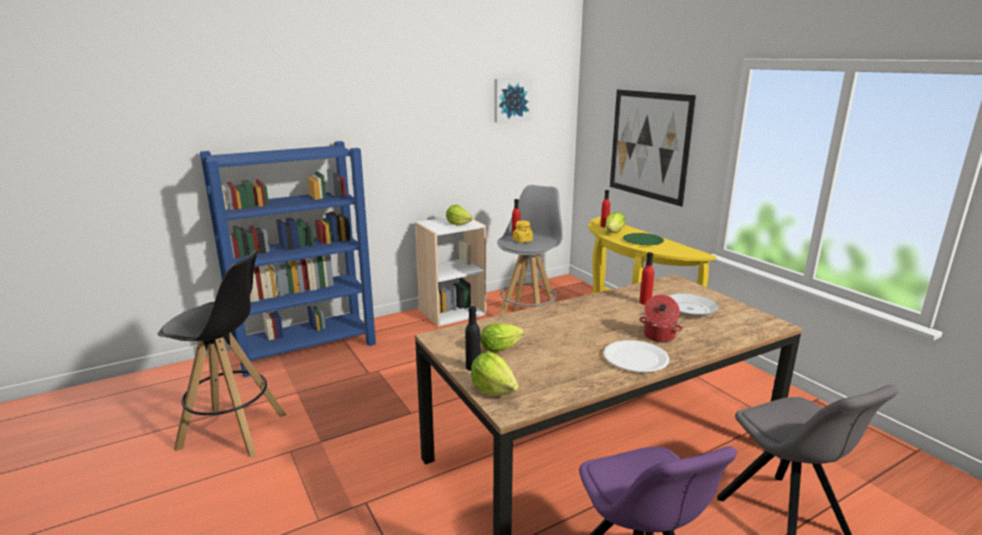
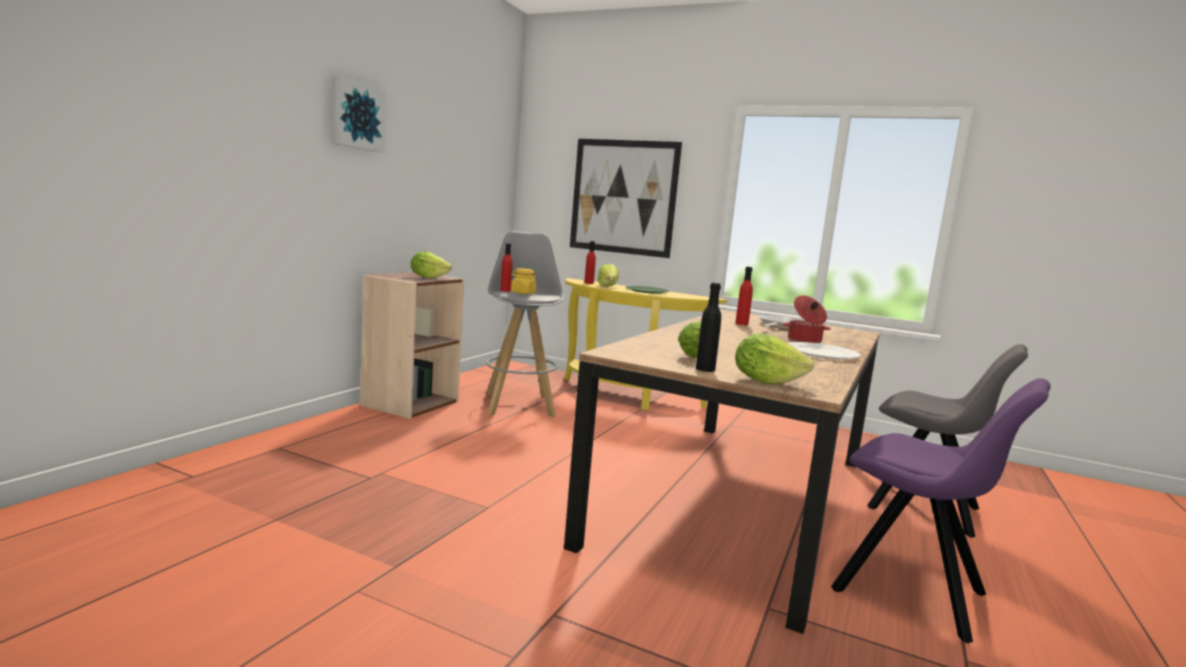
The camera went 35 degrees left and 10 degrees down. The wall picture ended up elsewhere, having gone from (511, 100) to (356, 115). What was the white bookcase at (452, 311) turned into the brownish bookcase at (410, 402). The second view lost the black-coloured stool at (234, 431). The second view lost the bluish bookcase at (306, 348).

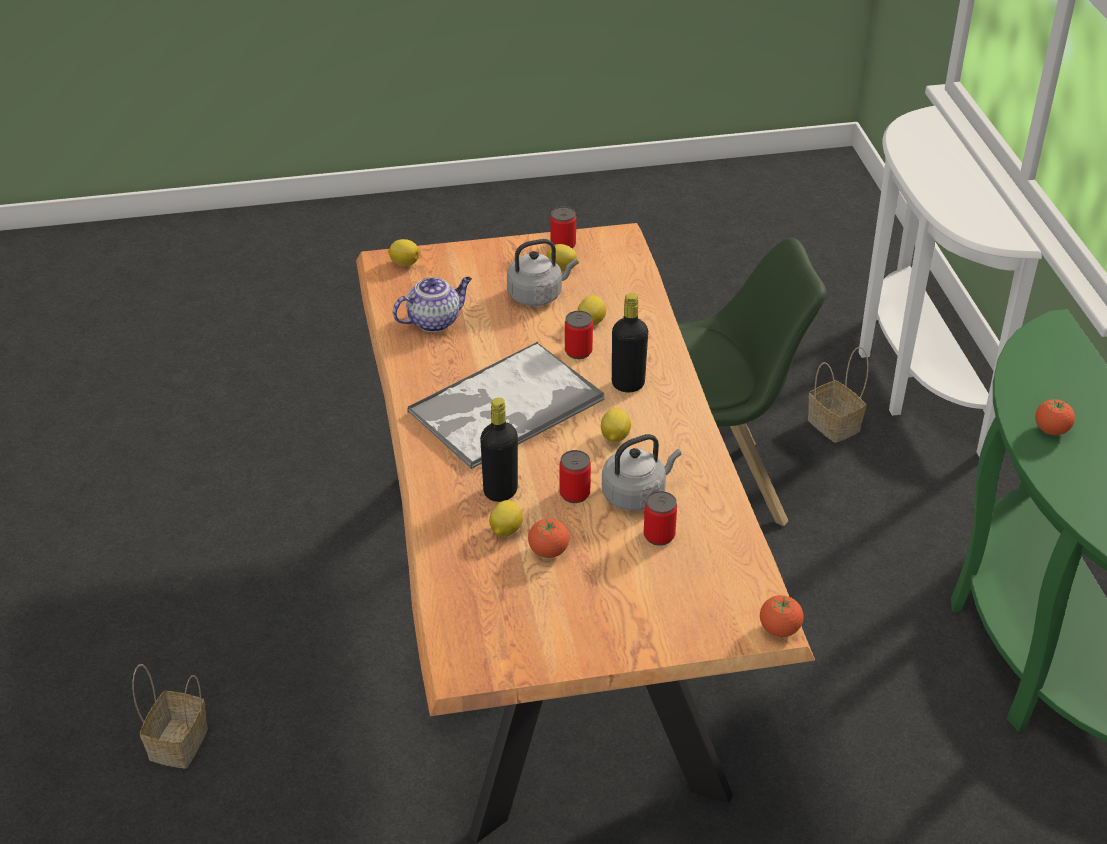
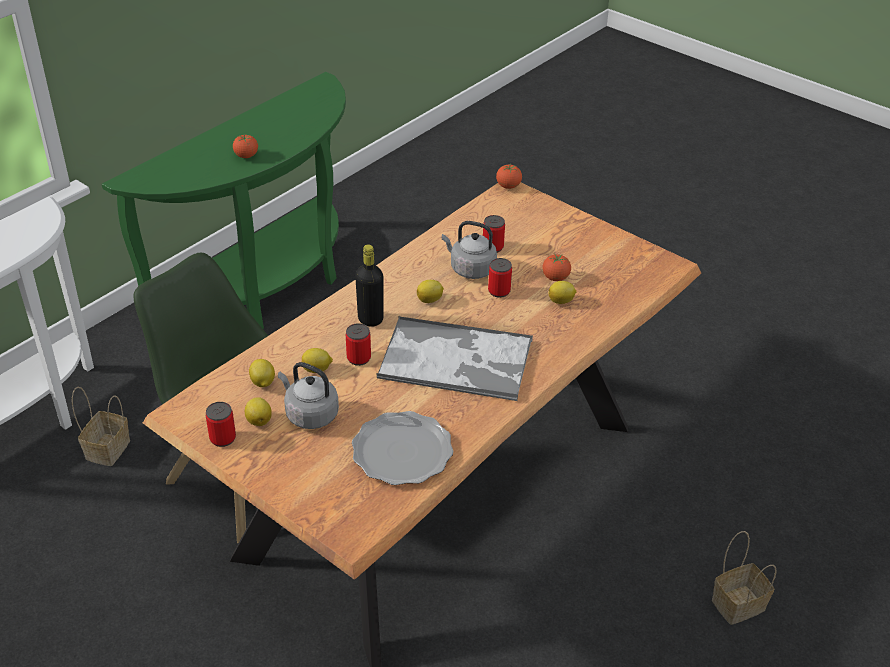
The camera went 130 degrees left and 0 degrees up. The lemon ended up elsewhere, having gone from (404, 263) to (262, 383). Where the pot for tea stood at (434, 321), the plate came to stand at (401, 452). The second view lost the black-coloured drink bottle at (500, 491).

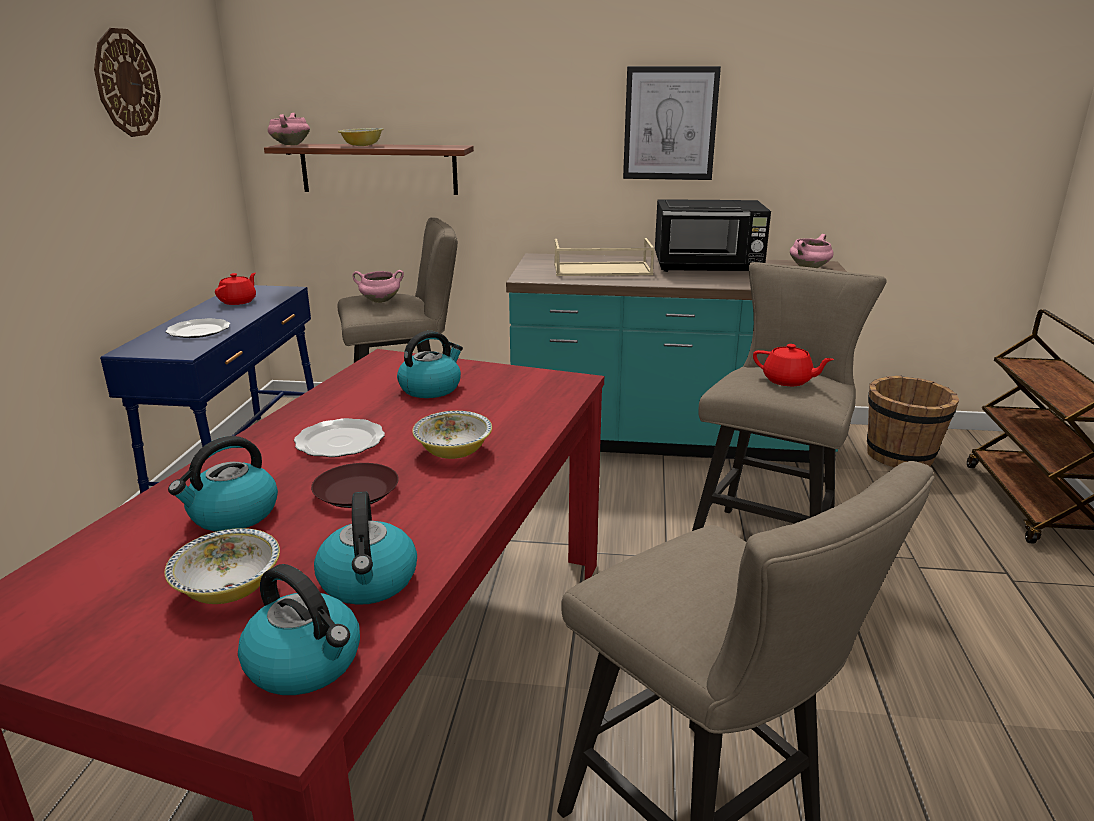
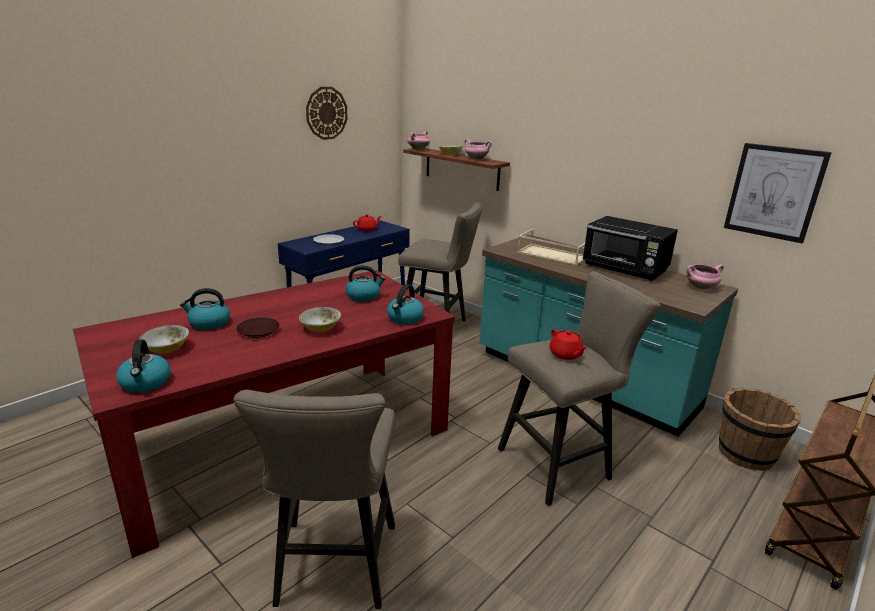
The camera went 35 degrees right and 0 degrees up. The water kettle ended up elsewhere, having gone from (369, 582) to (405, 318). The pink-coloured cooking pot ended up elsewhere, having gone from (379, 301) to (476, 159). The wall picture ended up elsewhere, having gone from (670, 124) to (774, 192). The second view lost the plate at (341, 442).

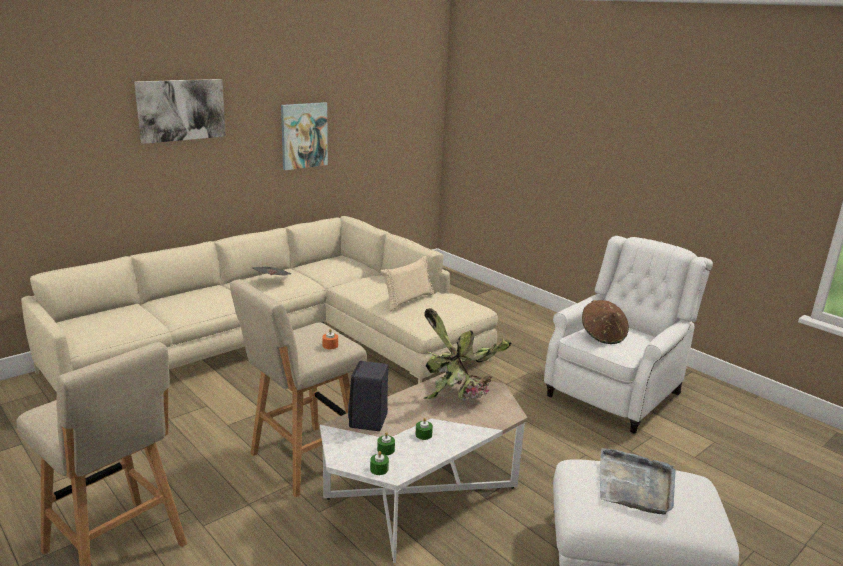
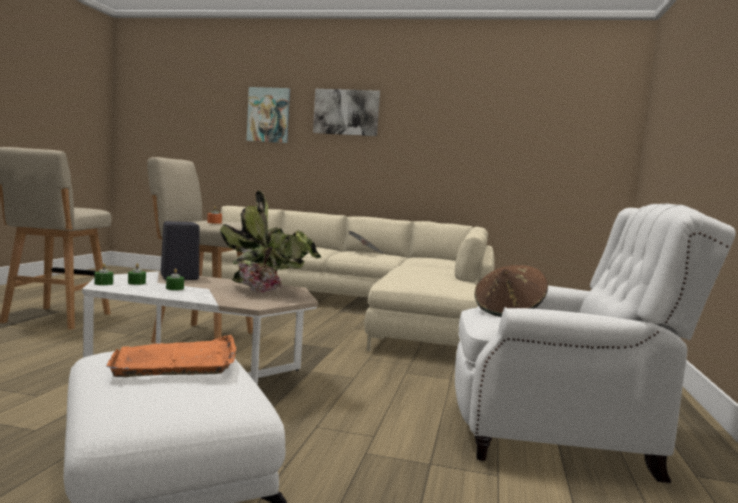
The camera went 55 degrees right and 15 degrees down. What was the gray serving tray at (635, 484) turned into the orangey serving tray at (176, 361). The wall picture ended up elsewhere, having gone from (303, 135) to (268, 115). The second view lost the sand-coloured cushion at (407, 301).

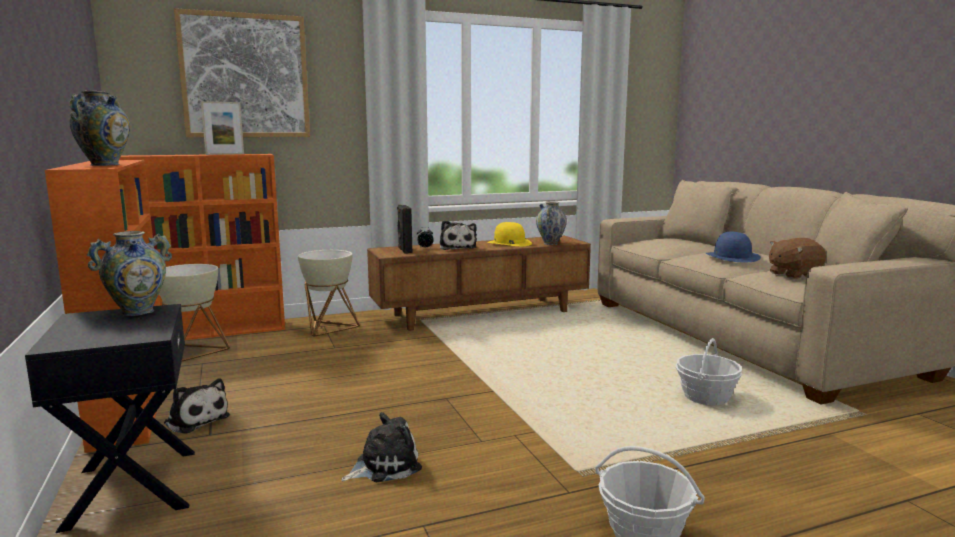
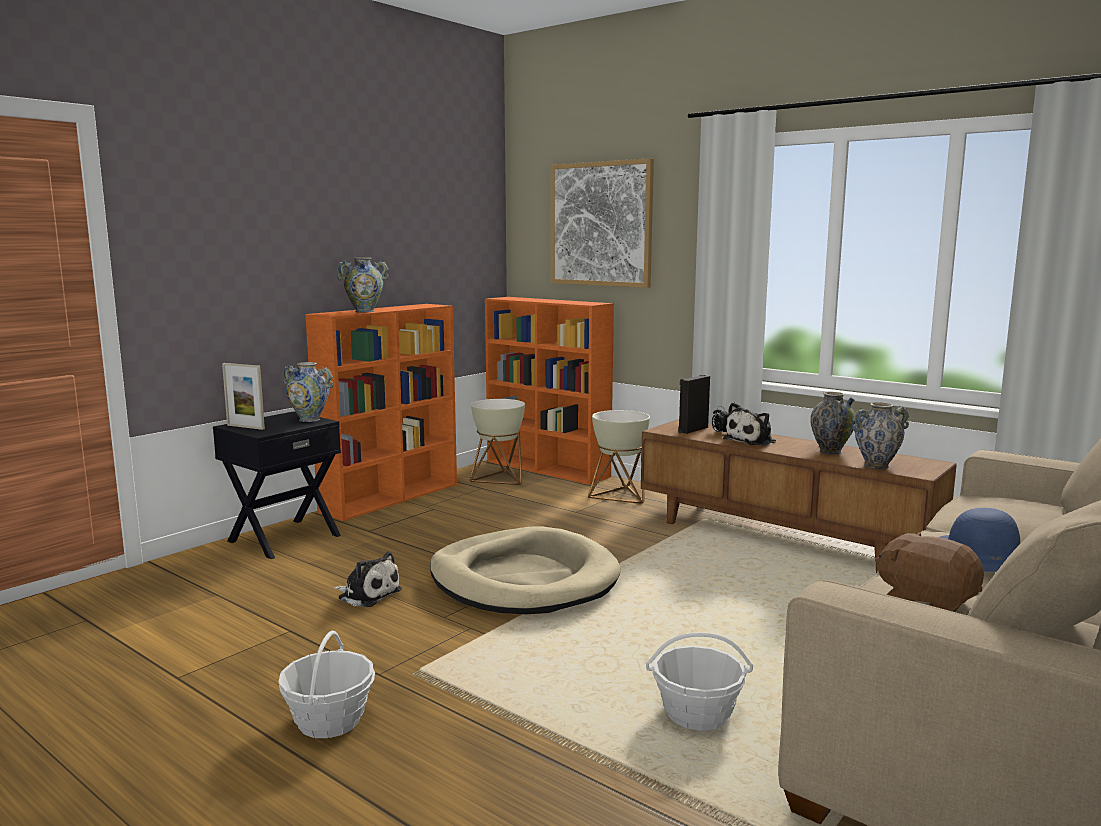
The camera went 60 degrees right and 0 degrees up. The photo frame ended up elsewhere, having gone from (225, 154) to (245, 427). The second view gained the sand-coloured dog cushion at (523, 579). Where the yellowish clothing hat stood at (509, 243), the vase came to stand at (830, 451). The second view lost the cuddly toy at (195, 419).

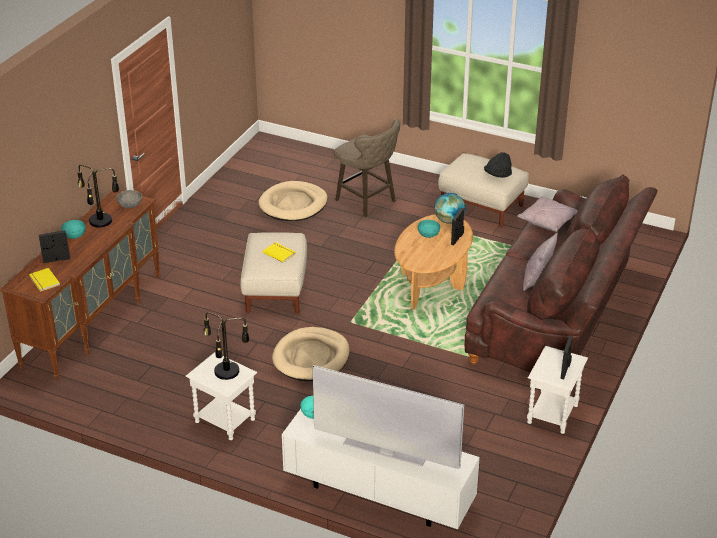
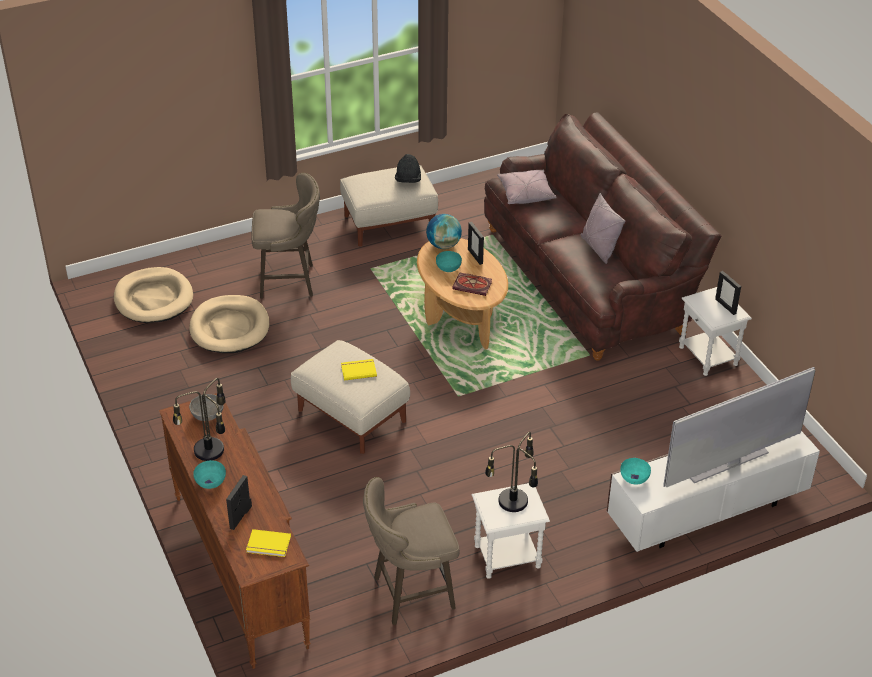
The camera went 50 degrees left and 5 degrees up. The sand-coloured dog cushion ended up elsewhere, having gone from (311, 357) to (153, 299). The second view gained the sand-coloured stool at (409, 593). The second view gained the volume at (473, 285).

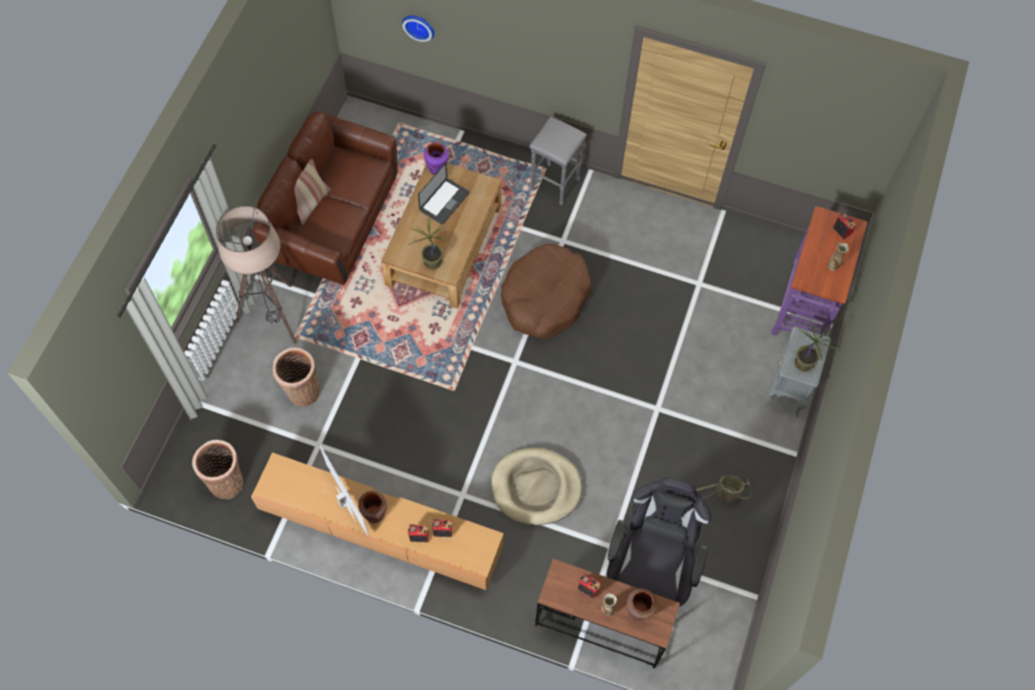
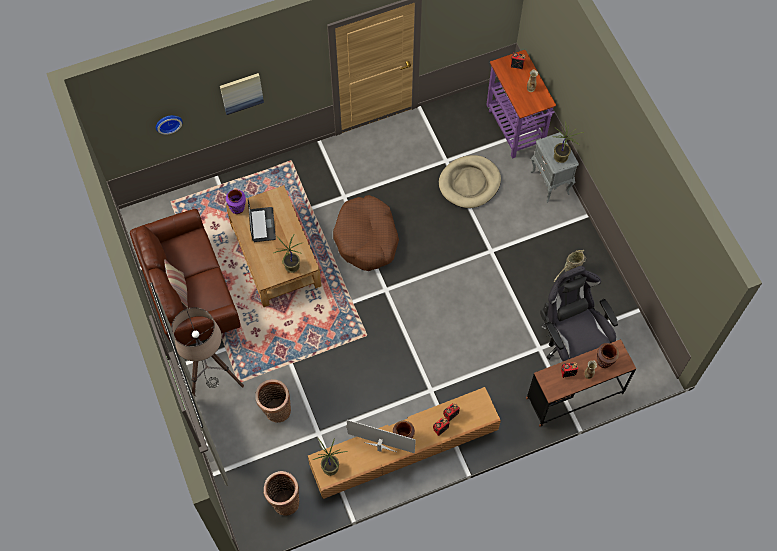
The camera went 40 degrees left and 0 degrees up. The second view gained the wall picture at (241, 93). The second view gained the plant in a pot at (330, 467). The sand-coloured dog cushion ended up elsewhere, having gone from (536, 487) to (469, 183). The second view lost the gray stool at (556, 184).

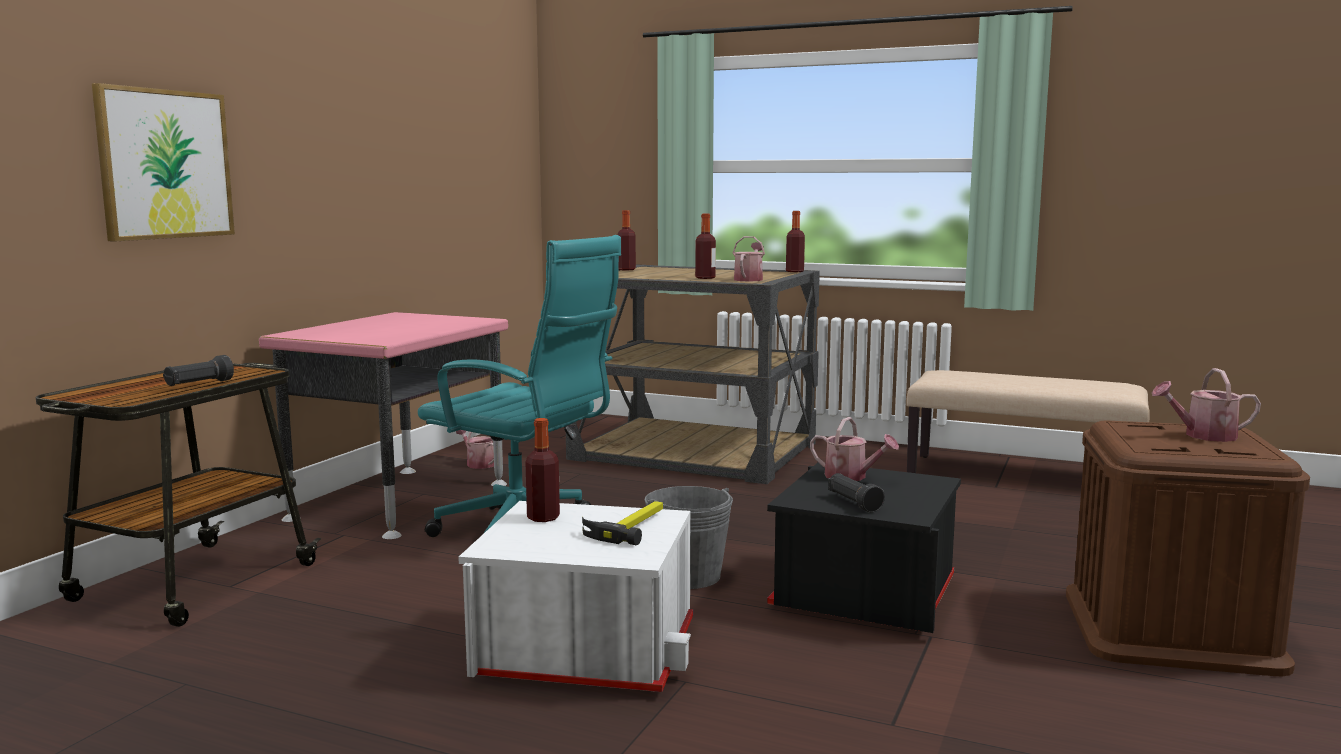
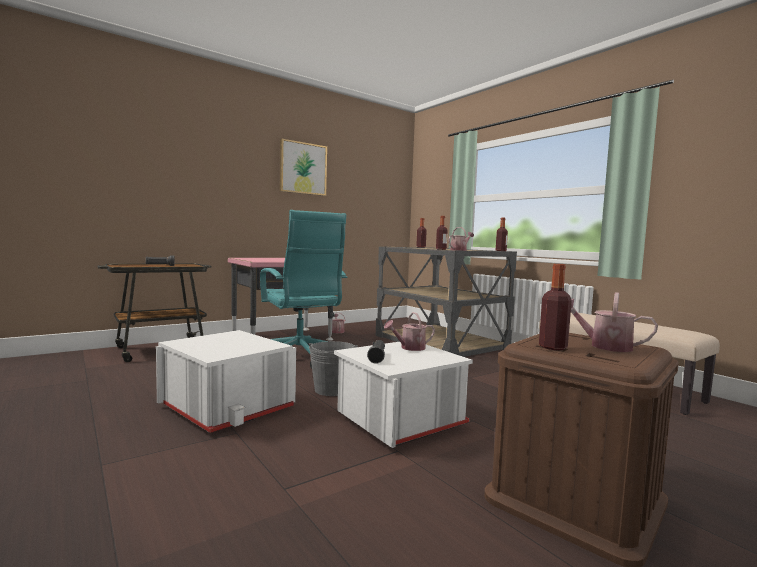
The camera went 30 degrees right and 5 degrees down. The wall picture ended up elsewhere, having gone from (165, 164) to (303, 168). What was the black-coloured storage bin at (861, 596) turned into the white storage bin at (398, 420). The watering can at (851, 477) ended up facing another way, 90 degrees clockwise from before. The drink bottle ended up elsewhere, having gone from (543, 518) to (553, 347). The second view lost the tool hammer at (629, 526).

